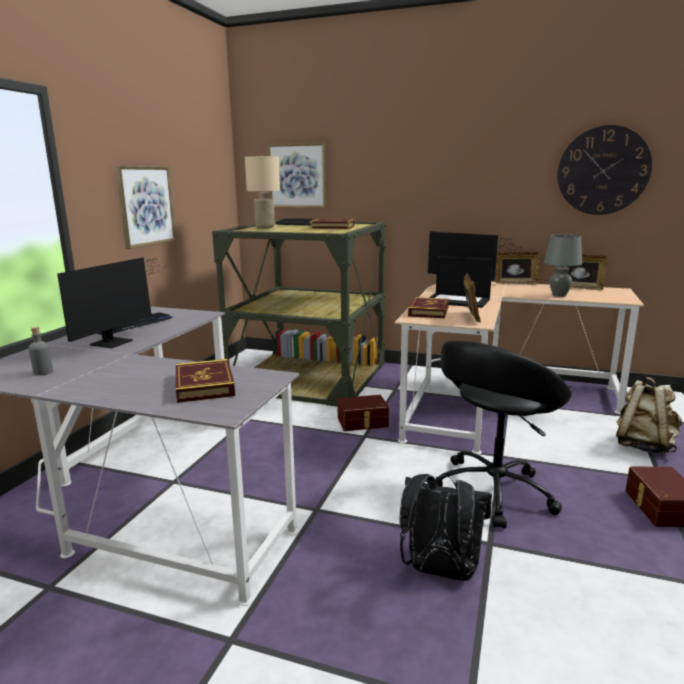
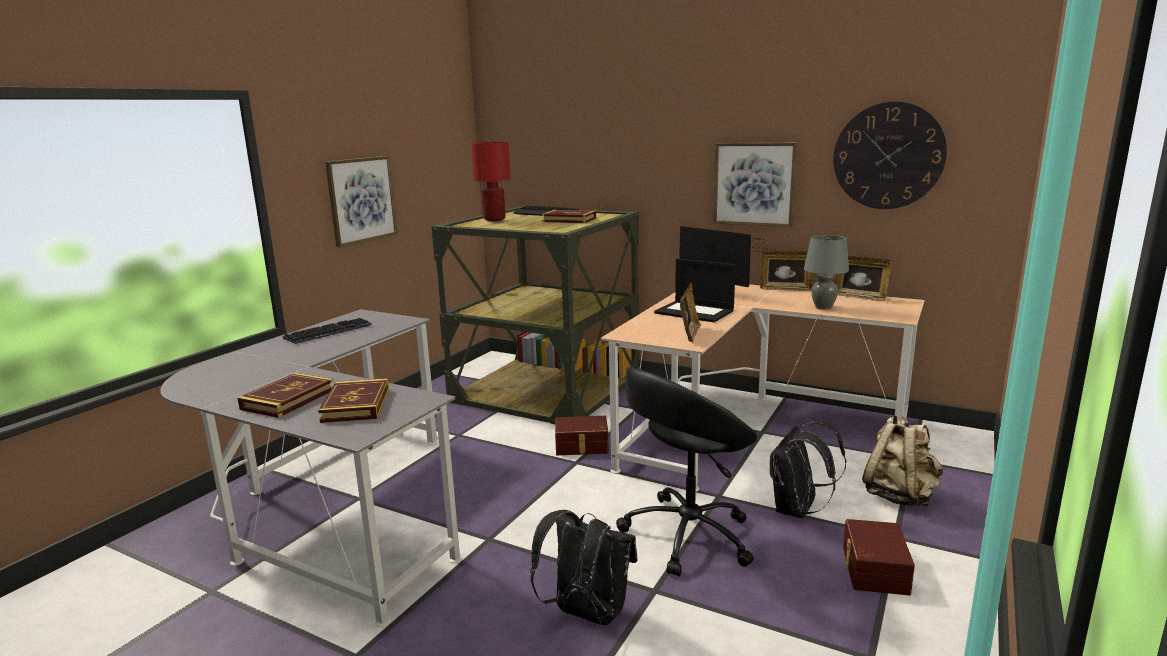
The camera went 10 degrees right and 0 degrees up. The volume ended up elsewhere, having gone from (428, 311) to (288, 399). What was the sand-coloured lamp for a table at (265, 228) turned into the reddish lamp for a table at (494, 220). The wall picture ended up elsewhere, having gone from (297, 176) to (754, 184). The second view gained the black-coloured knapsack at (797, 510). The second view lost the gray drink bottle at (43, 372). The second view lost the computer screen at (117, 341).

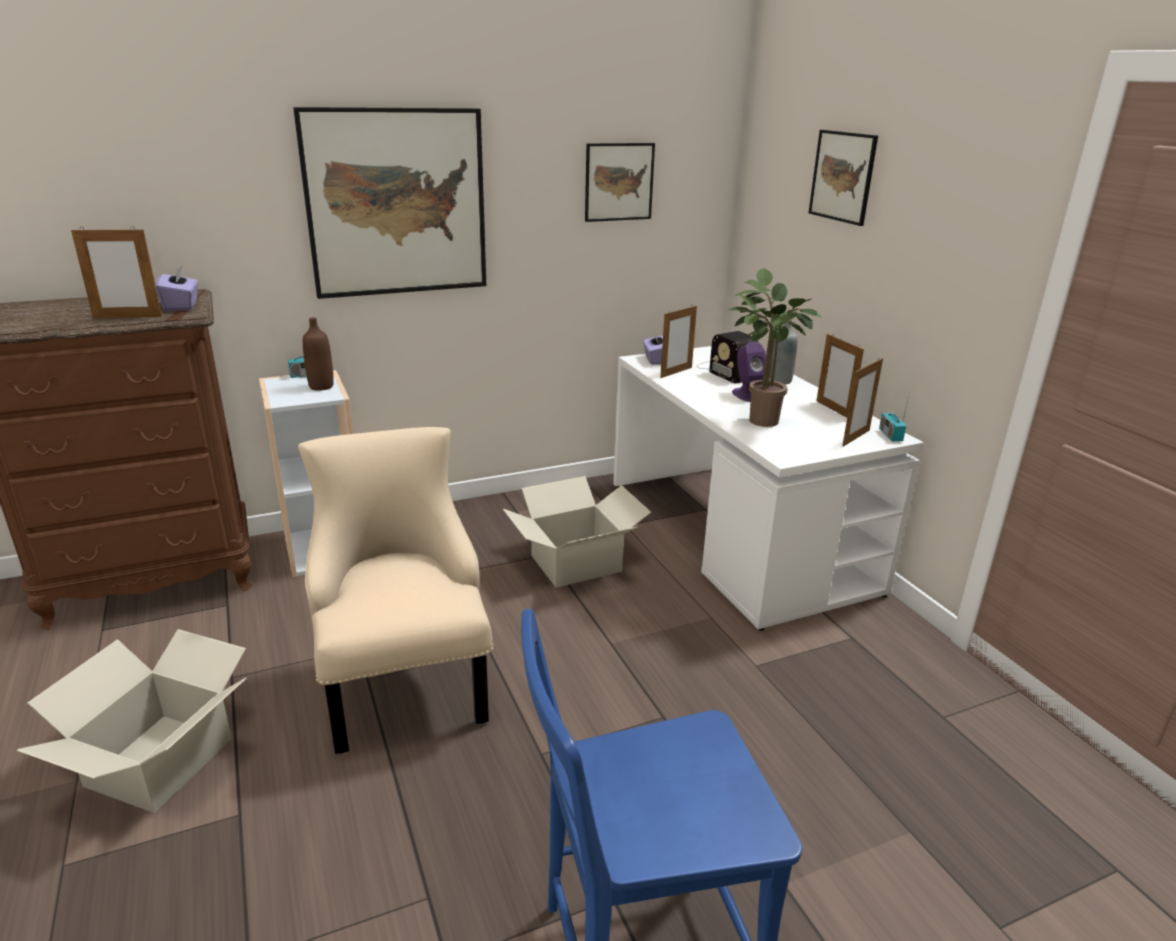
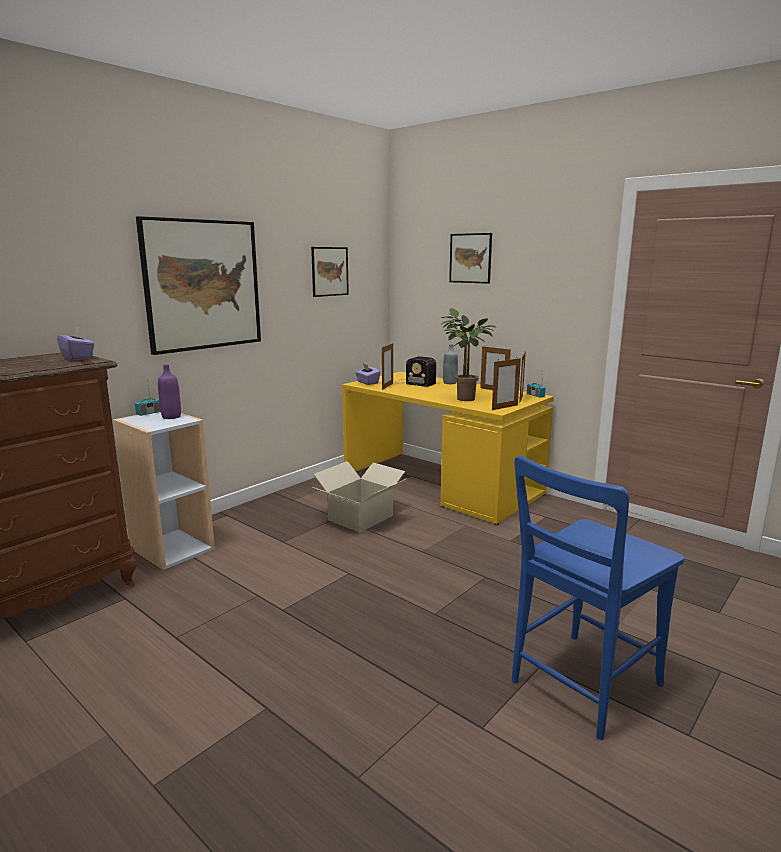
The camera went 25 degrees left and 10 degrees down. What was the brownish drink bottle at (321, 386) turned into the purple drink bottle at (171, 417). What was the white desk unit at (736, 534) turned into the yellowish desk unit at (441, 484). The photo frame ended up elsewhere, having gone from (127, 317) to (505, 407). The second view lost the packing box at (158, 761). The second view lost the sand-coloured plain chair at (405, 688). The second view lost the purple loudspeaker at (747, 395).

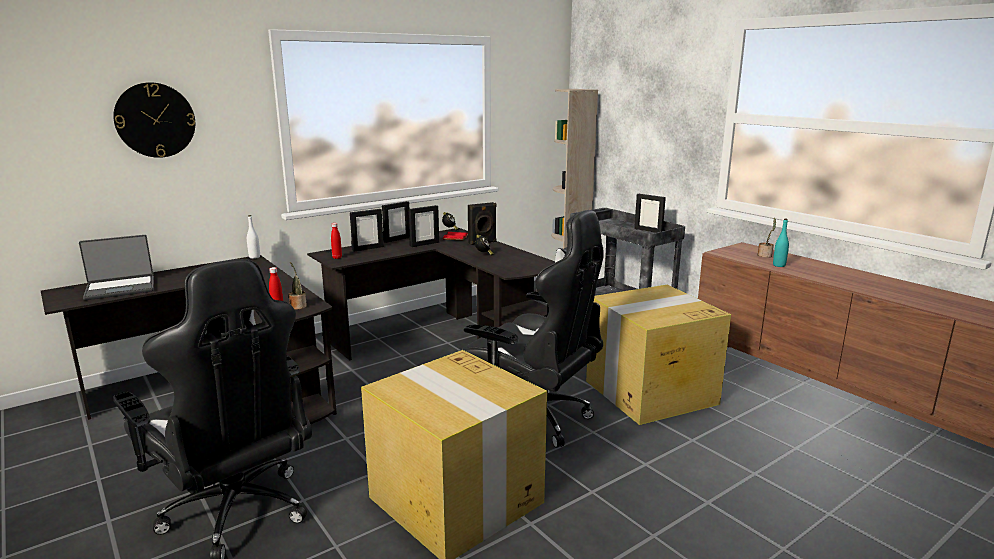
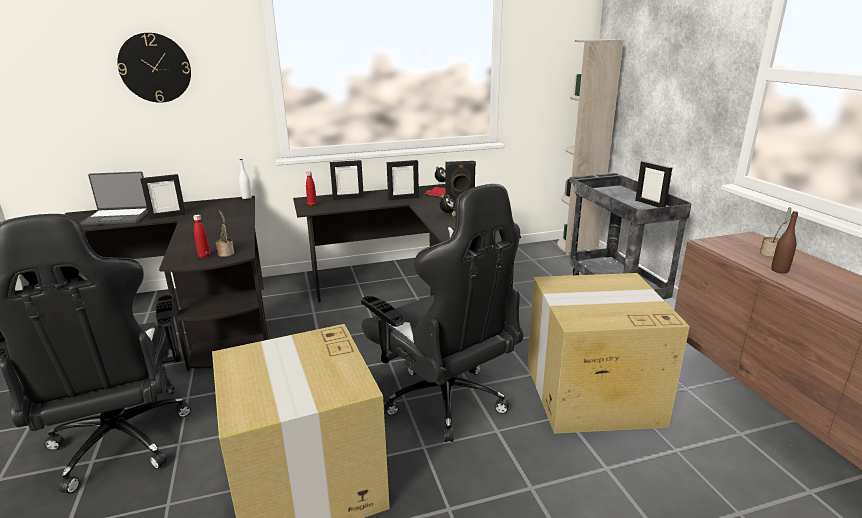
The camera went 20 degrees right and 5 degrees up. The photo frame ended up elsewhere, having gone from (397, 239) to (168, 216). What was the turquoise-coloured drink bottle at (779, 265) turned into the brownish drink bottle at (779, 270).

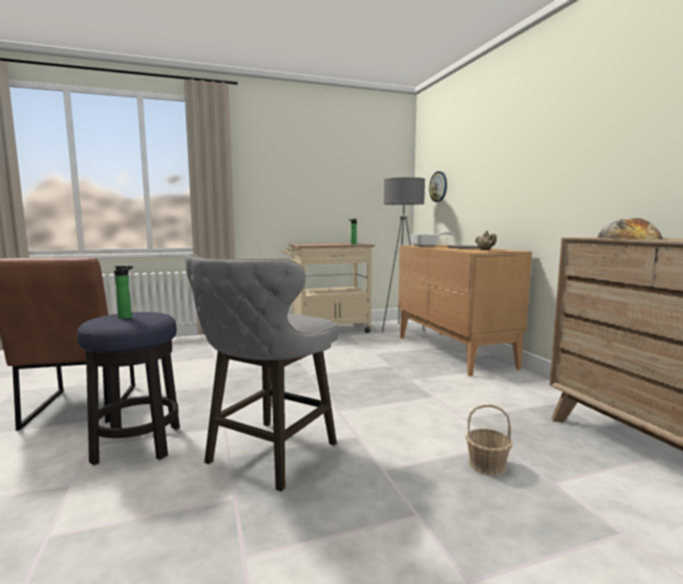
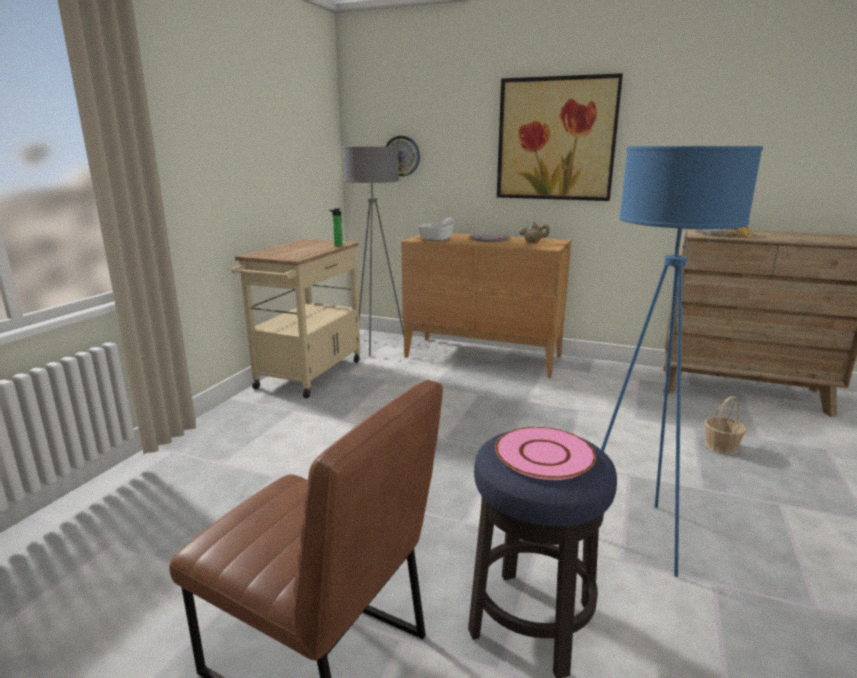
The camera went 50 degrees left and 10 degrees up. Where the drink bottle stood at (127, 317), the pink-coloured plate came to stand at (544, 454). The second view gained the wall picture at (556, 139). Where the gray stool stood at (268, 455), the bluish standard lamp came to stand at (635, 535).

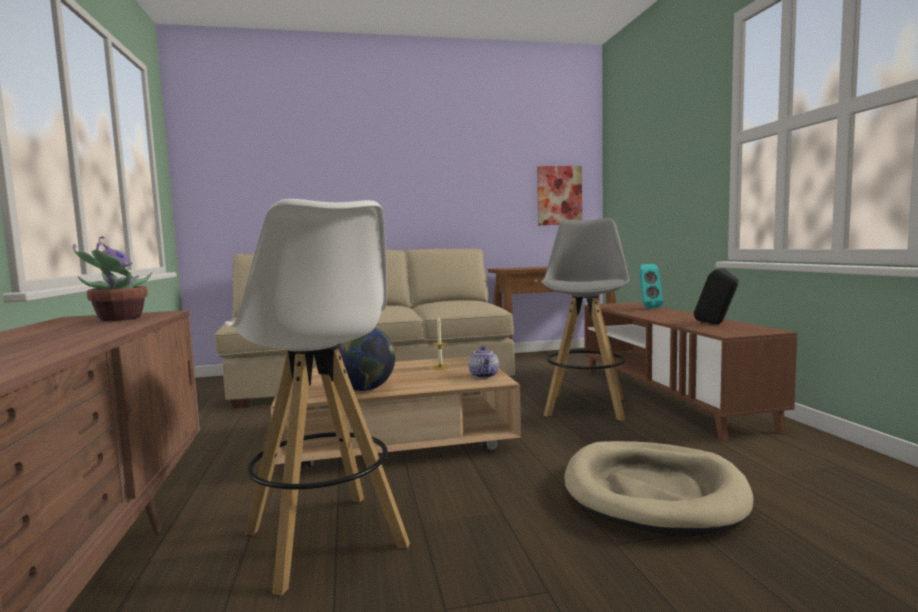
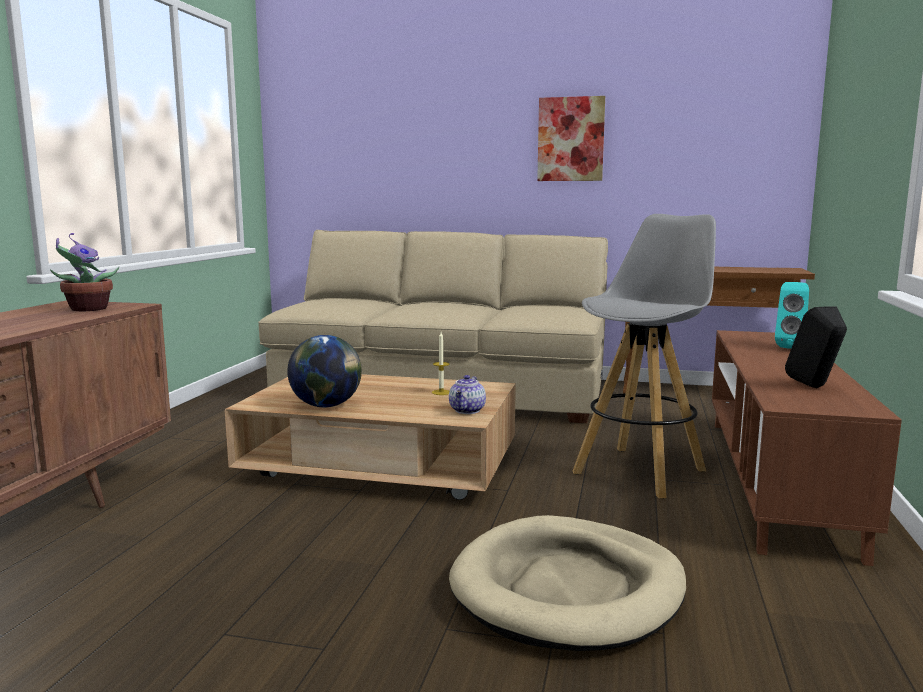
The camera went 25 degrees right and 5 degrees up. The wall picture ended up elsewhere, having gone from (559, 195) to (570, 139). The second view lost the white stool at (325, 542).

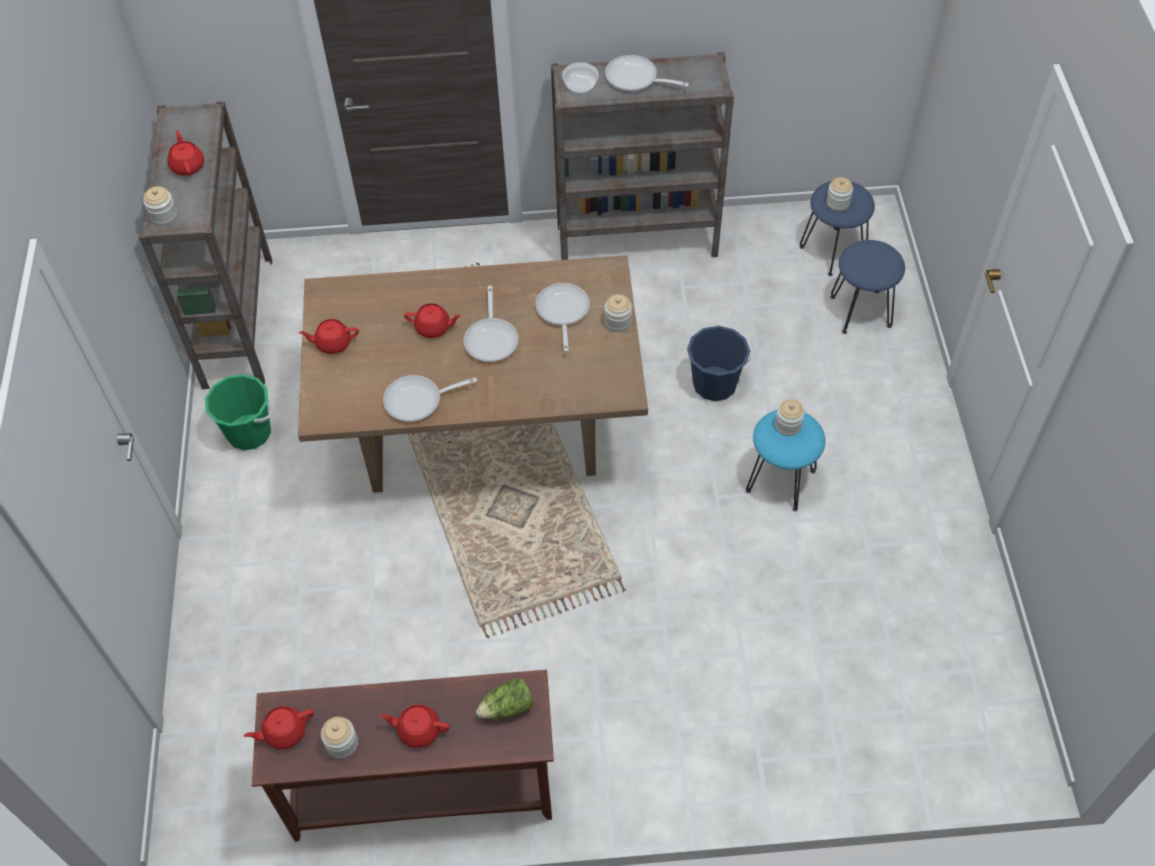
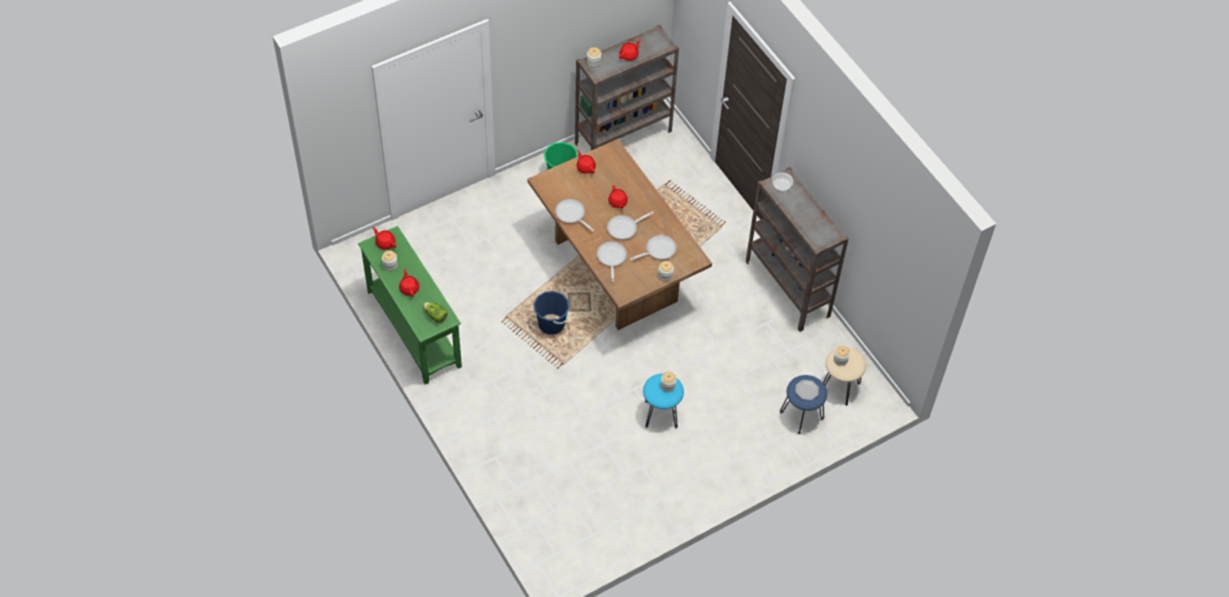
The camera went 60 degrees right and 0 degrees up. What was the brownish hall table at (421, 790) turned into the green-coloured hall table at (413, 329). The bluish pail ended up elsewhere, having gone from (715, 384) to (551, 324). The frying pan ended up elsewhere, having gone from (635, 79) to (611, 258). The second view gained the plate at (806, 390). What was the bluish stool at (833, 251) turned into the sand-coloured stool at (840, 387).

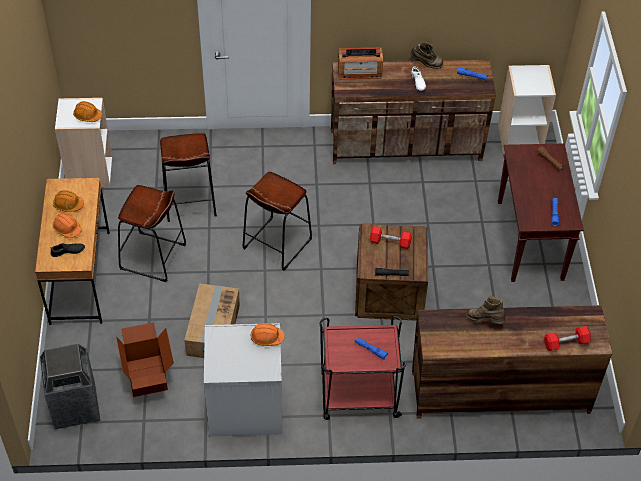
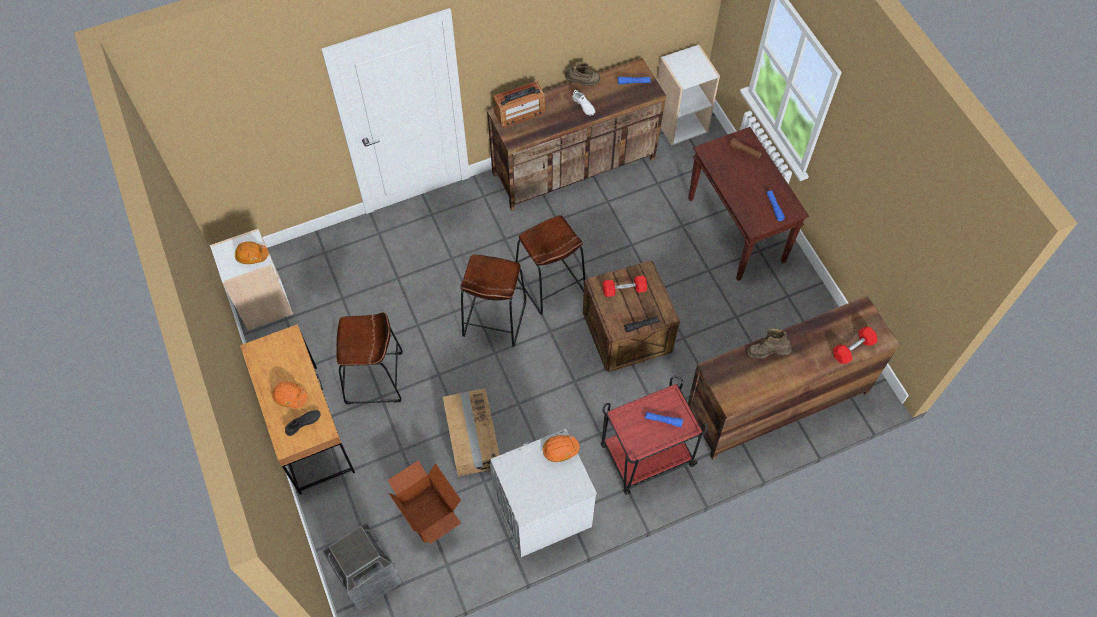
The camera went 20 degrees left and 10 degrees up. The brownish stool ended up elsewhere, having gone from (189, 201) to (550, 284). The second view lost the orangey work helmet at (68, 205).

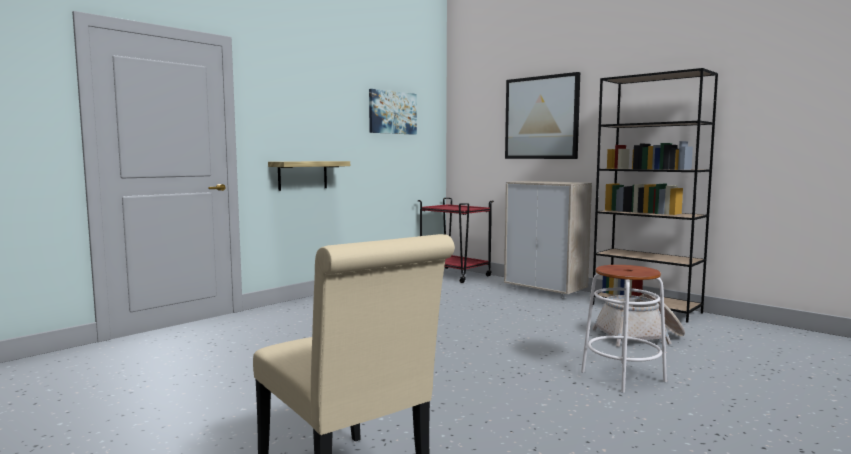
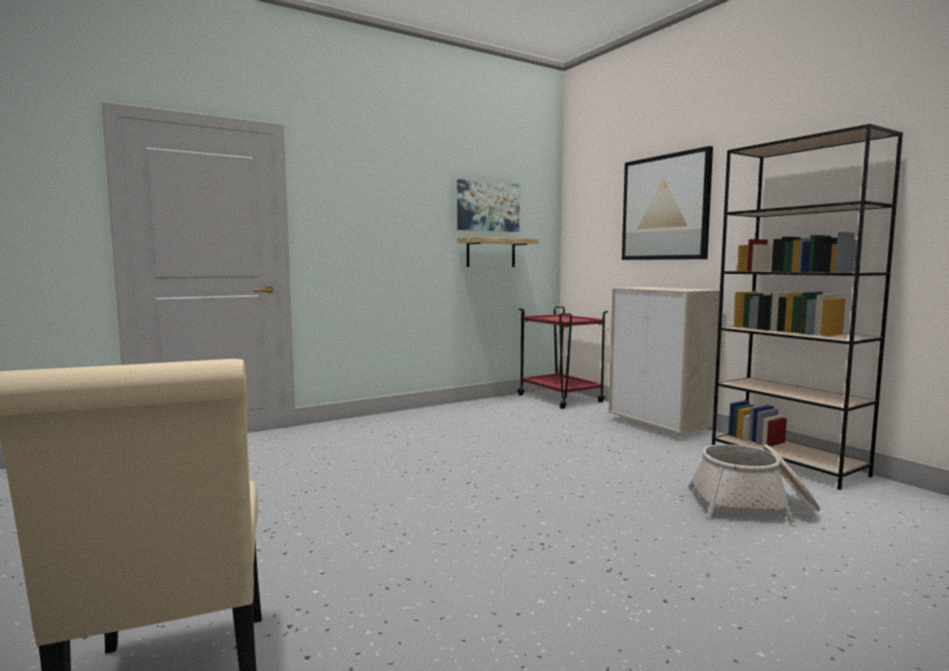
The camera went 15 degrees right and 0 degrees up. The shelf ended up elsewhere, having gone from (302, 175) to (491, 252). The second view lost the white stool at (622, 376).

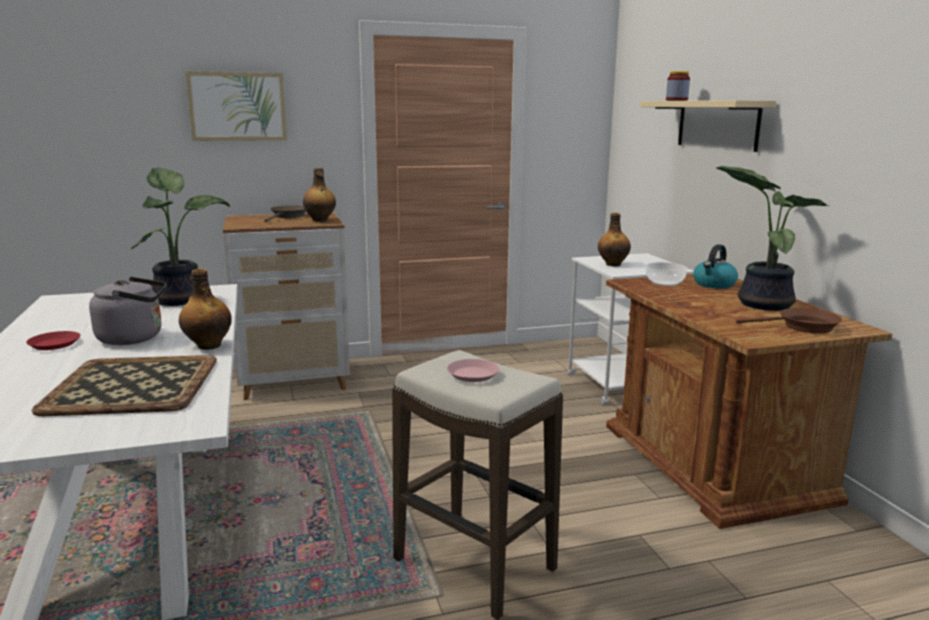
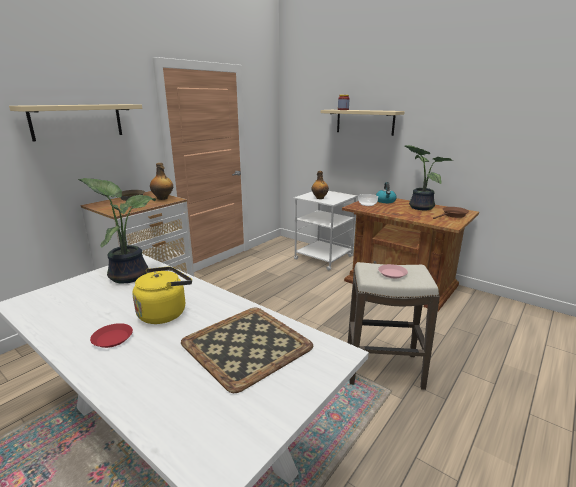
The camera went 35 degrees left and 5 degrees up. Where the wall picture hung at (237, 106), the sand-coloured shelf came to hang at (77, 121). What was the gray water kettle at (135, 338) turned into the yellowish water kettle at (165, 313). The second view lost the drink bottle at (208, 345).

